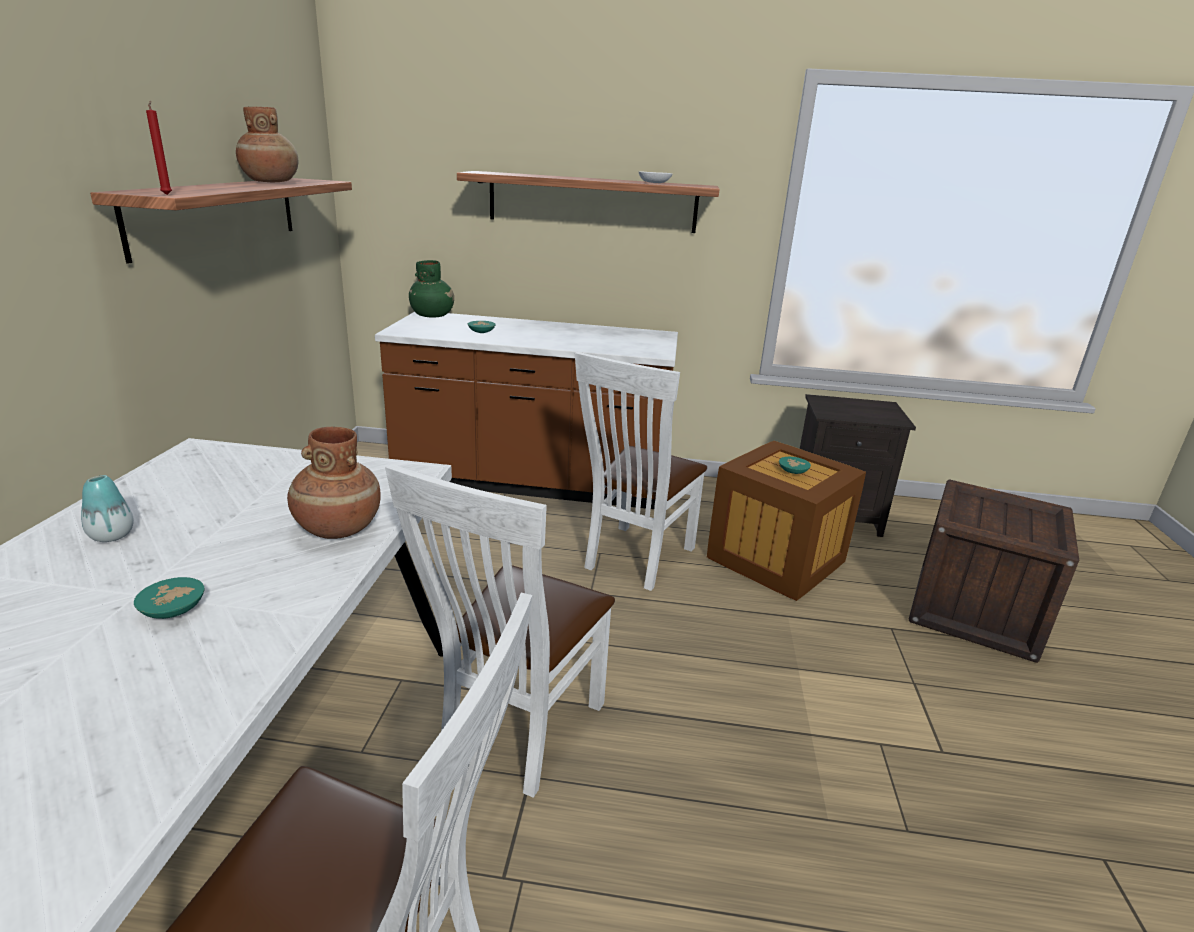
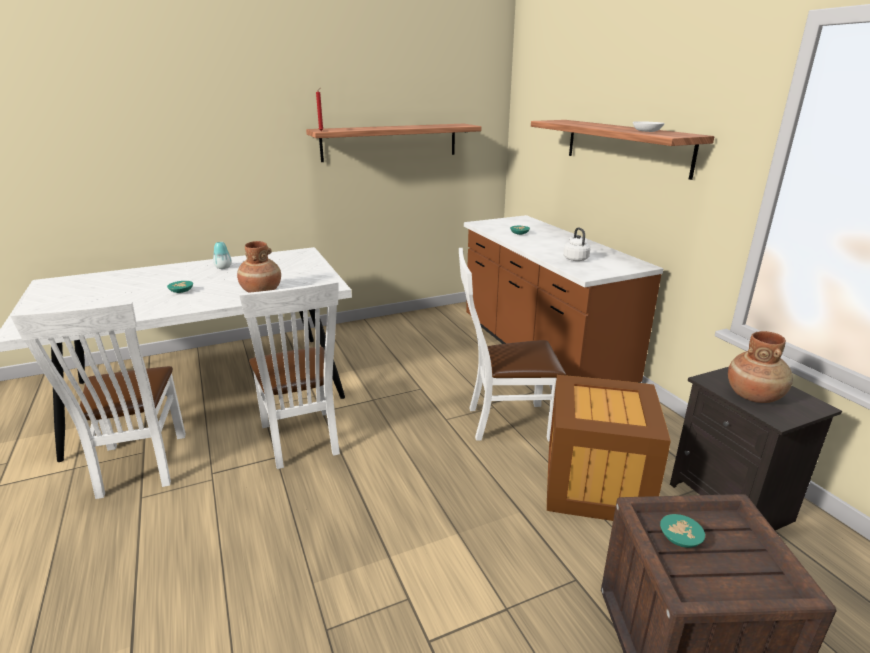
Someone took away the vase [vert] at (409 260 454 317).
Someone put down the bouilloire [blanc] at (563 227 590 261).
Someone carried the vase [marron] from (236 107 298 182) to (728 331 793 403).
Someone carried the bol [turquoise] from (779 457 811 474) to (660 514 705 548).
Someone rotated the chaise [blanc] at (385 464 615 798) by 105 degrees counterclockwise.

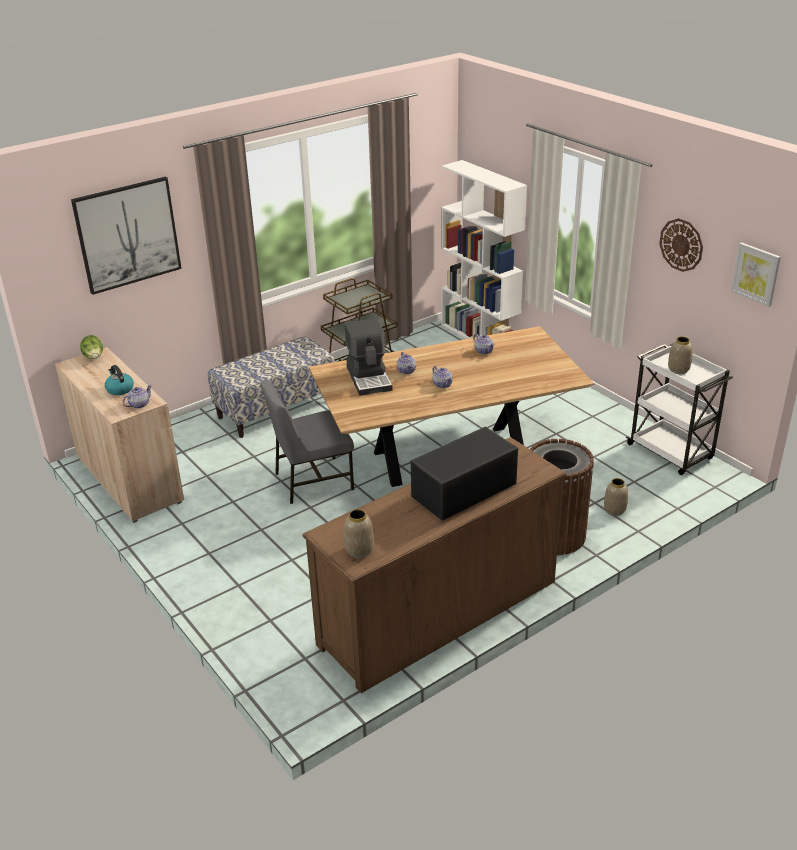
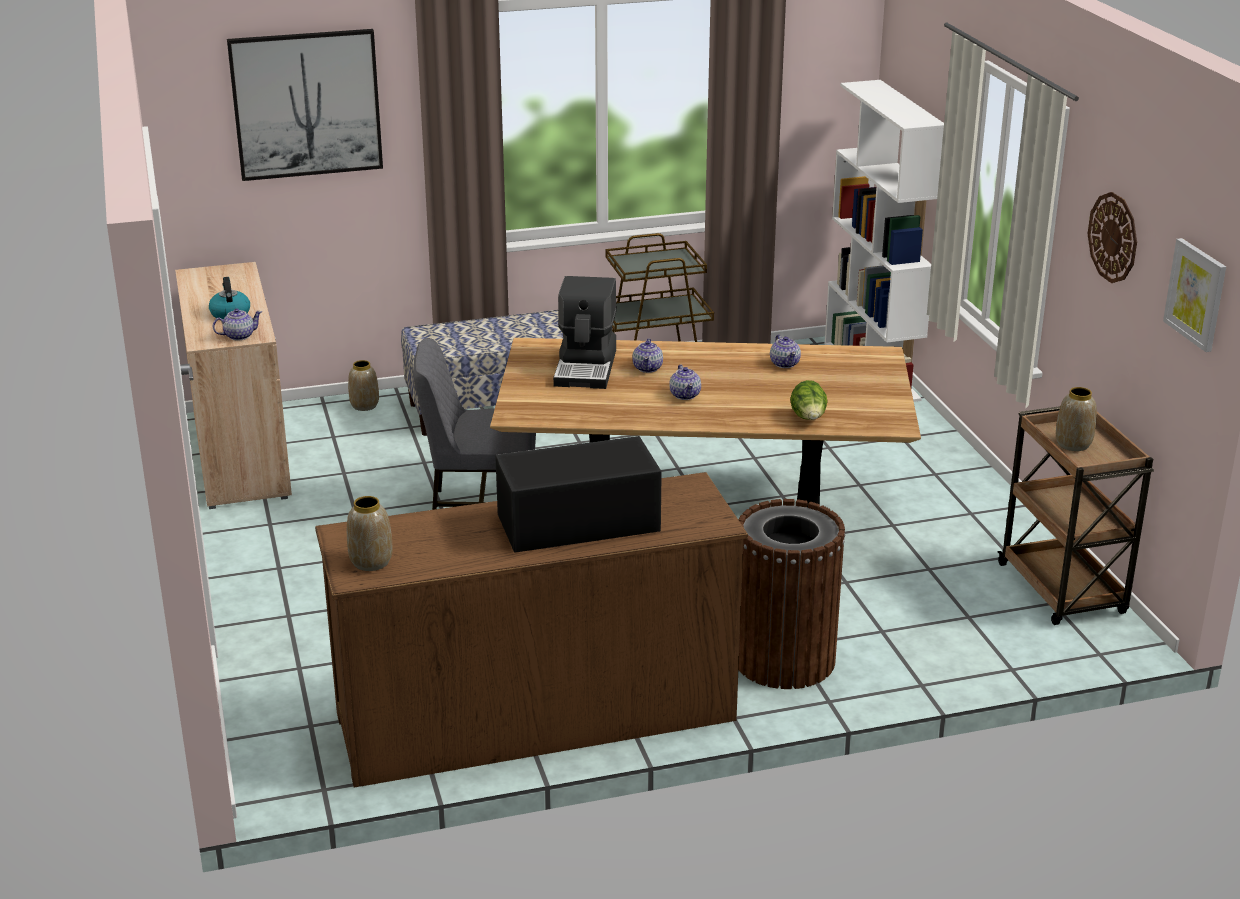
Someone carried the laitue from (80 335 103 359) to (790 380 828 420).
Someone carried the vase from (604 478 628 516) to (348 360 379 411).
Someone repainted the chariot [blanc] at (626 343 733 475), which became the chariot [marron] at (997 406 1154 625).

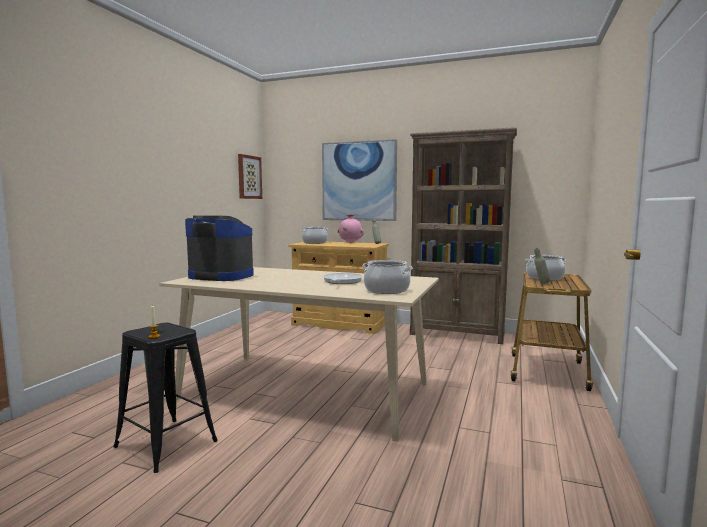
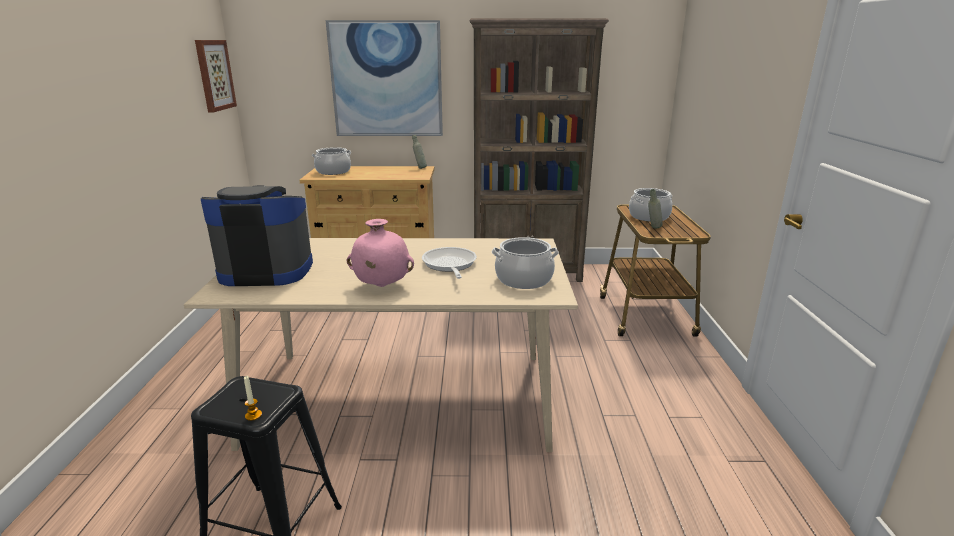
Someone carried the vase [rose] from (338 214 364 243) to (347 219 414 287).

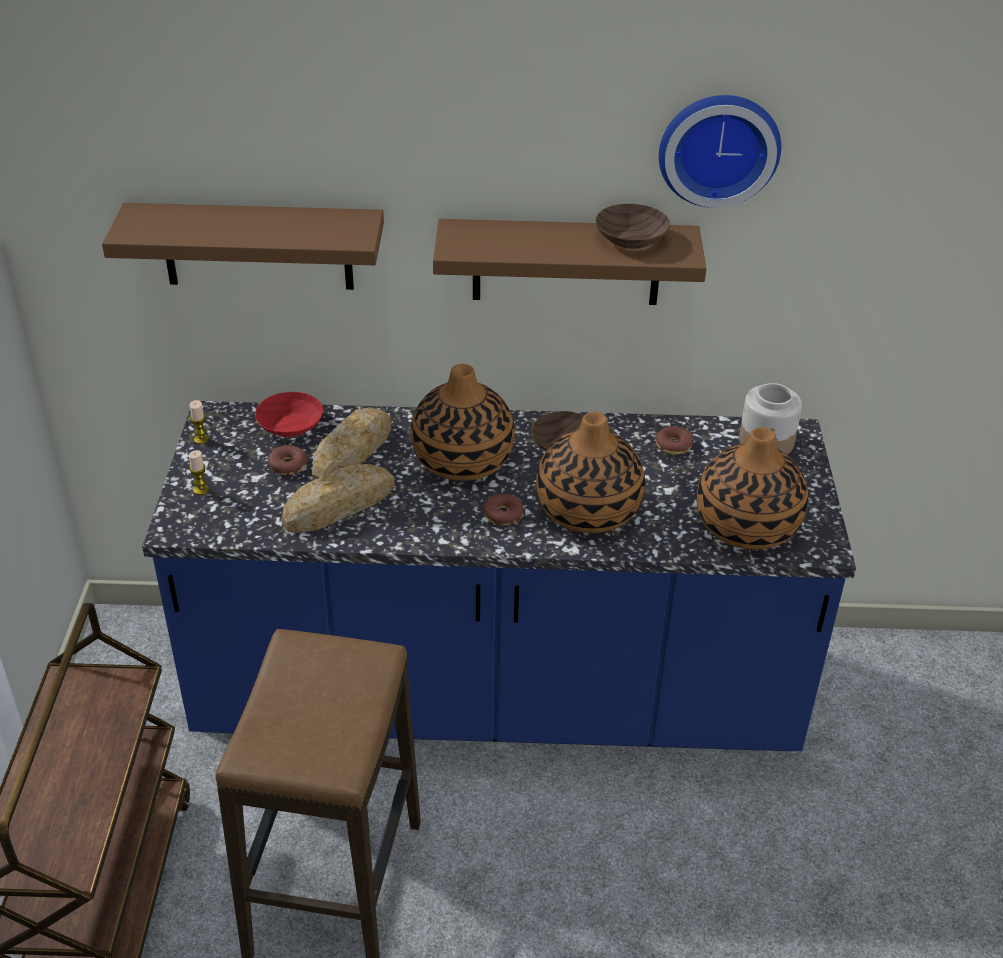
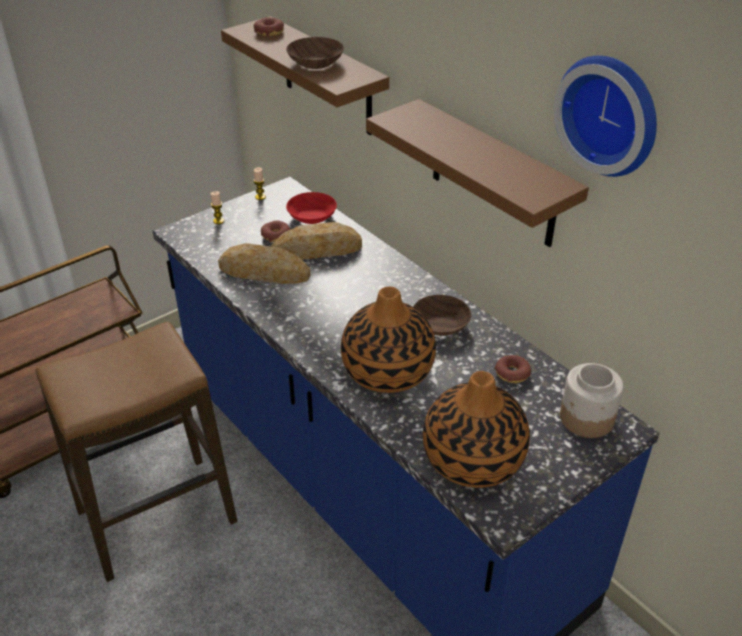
Someone took away the vase at (411 364 515 481).
Someone carried the beignet from (483 494 524 525) to (254 17 284 37).
Someone carried the bol [marron] from (595 204 670 249) to (286 37 344 69).

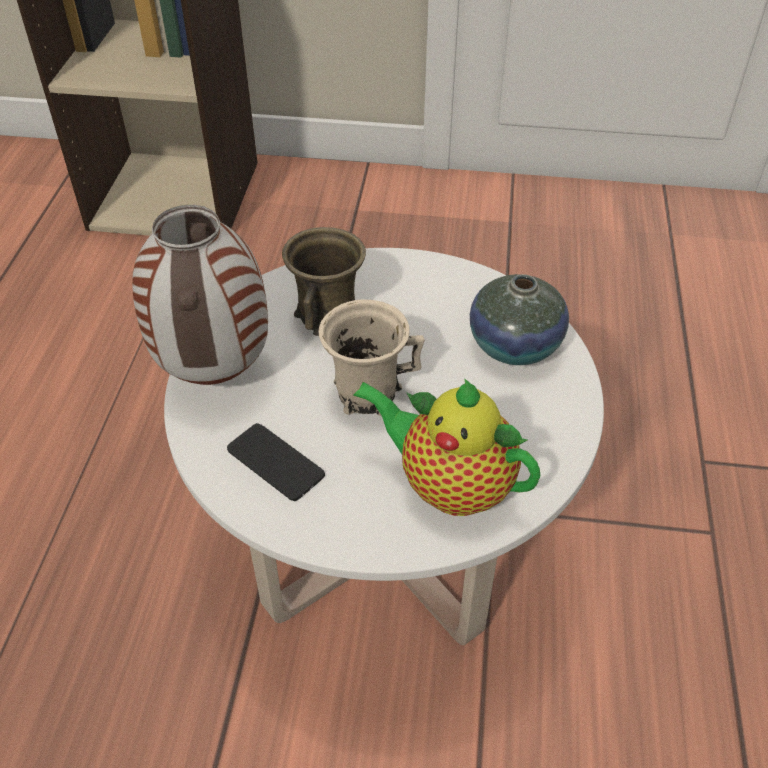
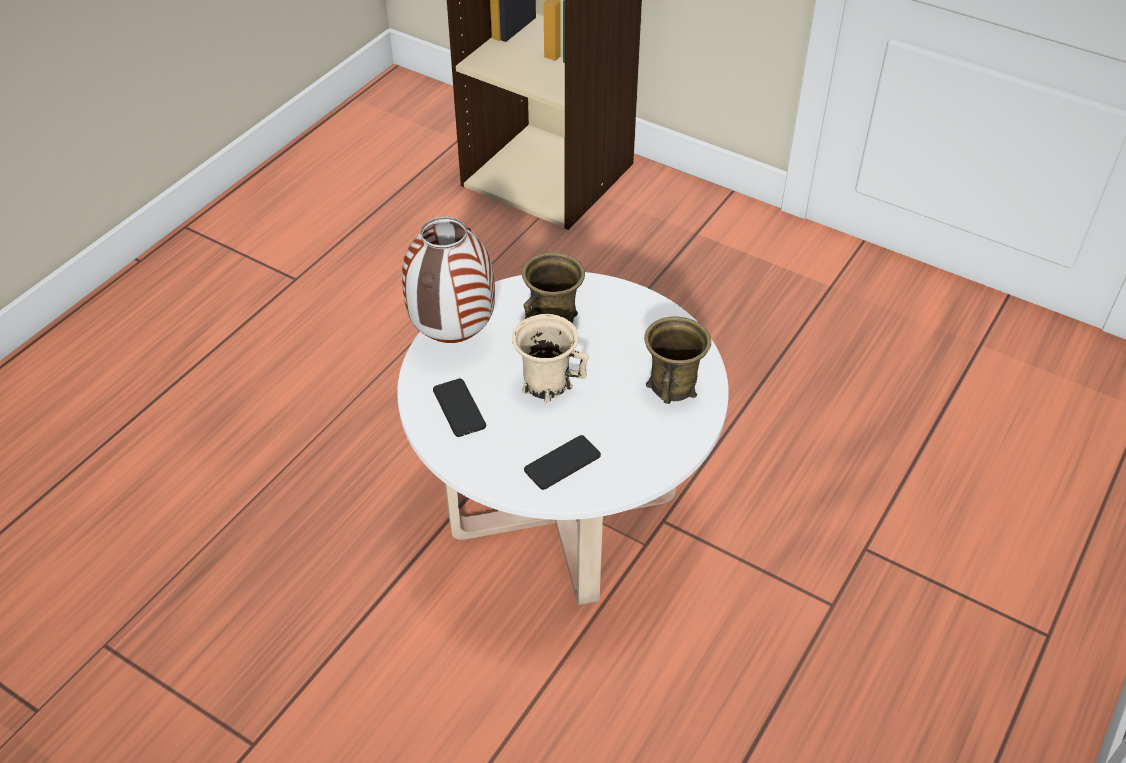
Someone swapped the théière at (353 378 540 516) for the téléphone at (524 435 601 490).
Someone swapped the vase at (470 274 569 365) for the mug [marron] at (644 317 711 404).

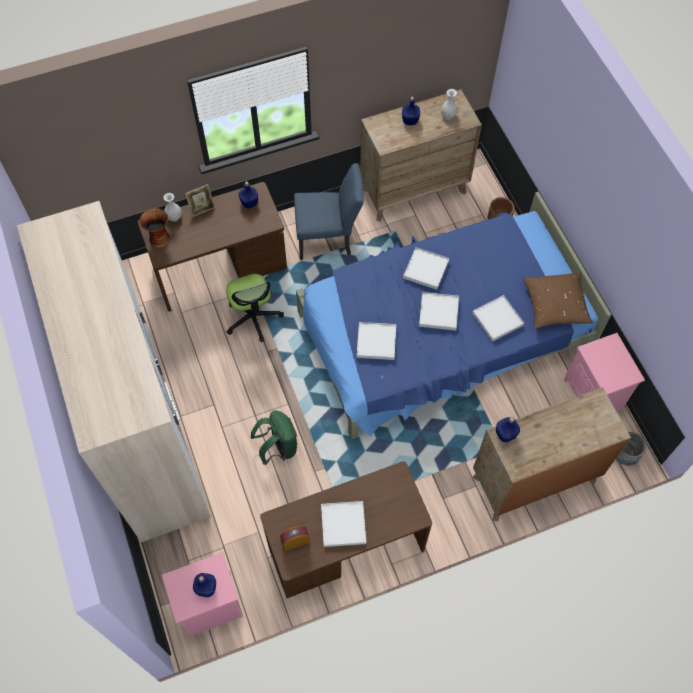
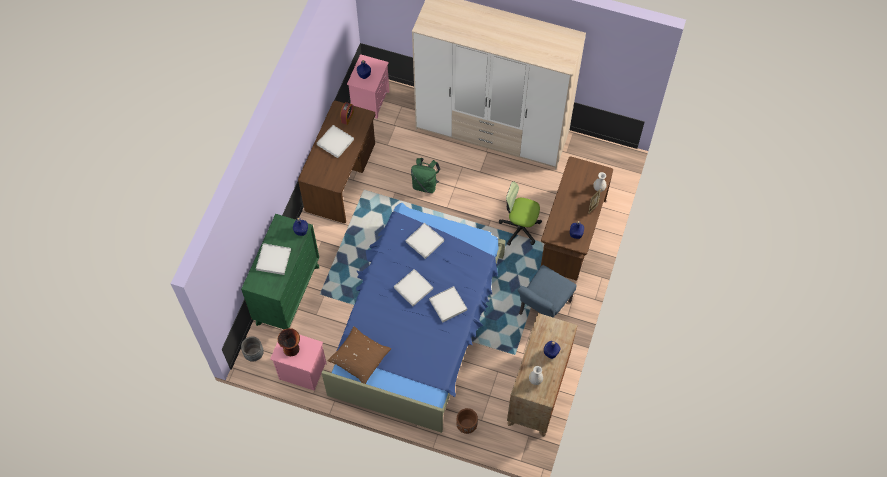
Someone carried the vase from (139 208 170 248) to (278 328 300 356).
Someone carried the plateau [blanc] from (472 295 524 342) to (256 243 291 275).
Someone repainted the commode [marron] at (472 387 631 522), which became the commode [vert] at (241 214 319 329).

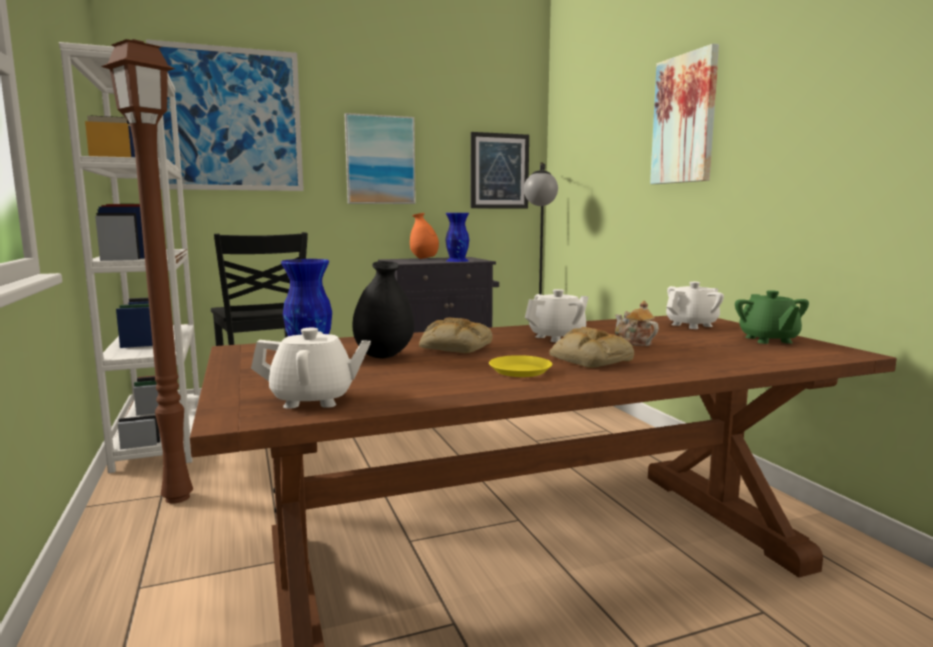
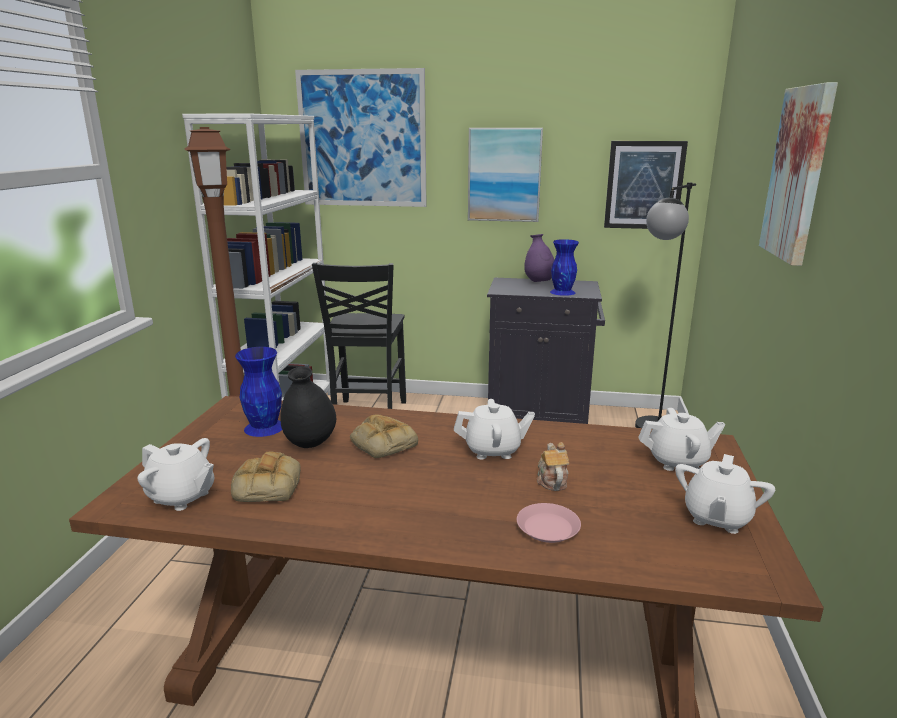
Someone took away the assiette [jaune] at (489 355 552 377).
Someone put down the assiette [rose] at (517 503 581 543).
Someone carried the pain from (549 327 634 368) to (231 452 301 502).
Someone repainted the vase [orange] at (410 213 439 259), which became the vase [violet] at (524 234 554 282).
Someone repainted the théière [vert] at (735 290 809 344), which became the théière [blanc] at (675 454 775 534).

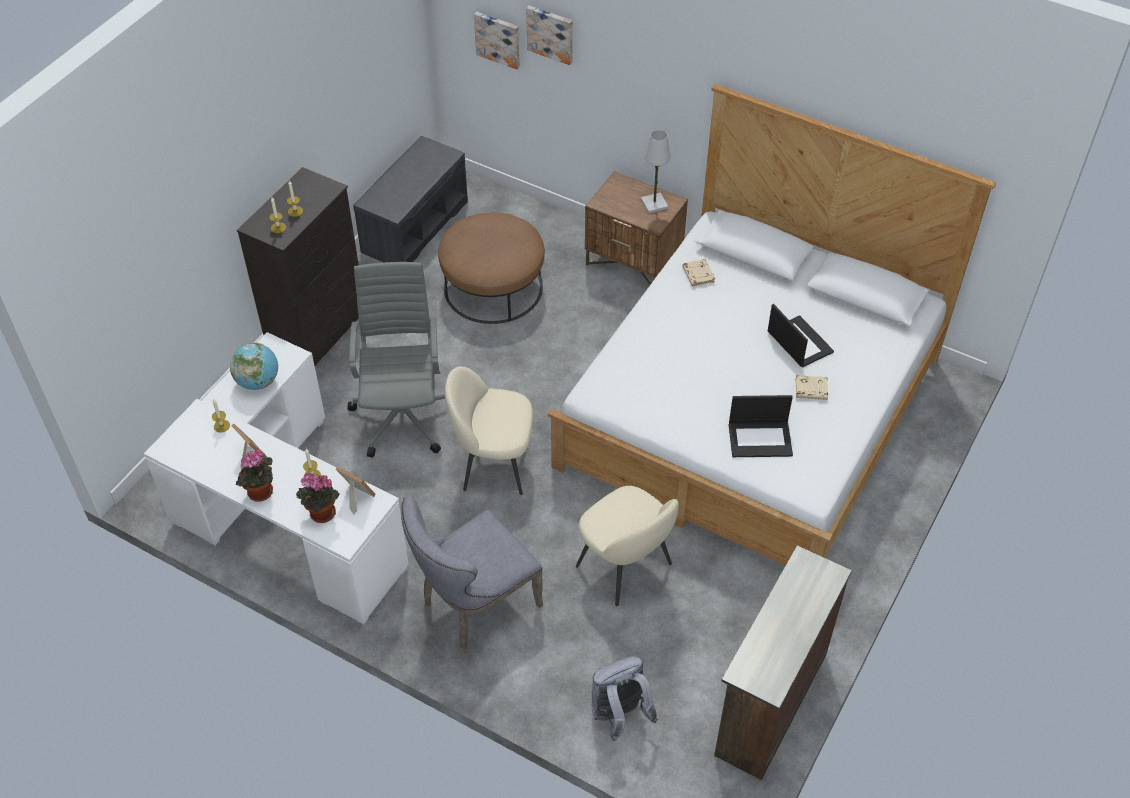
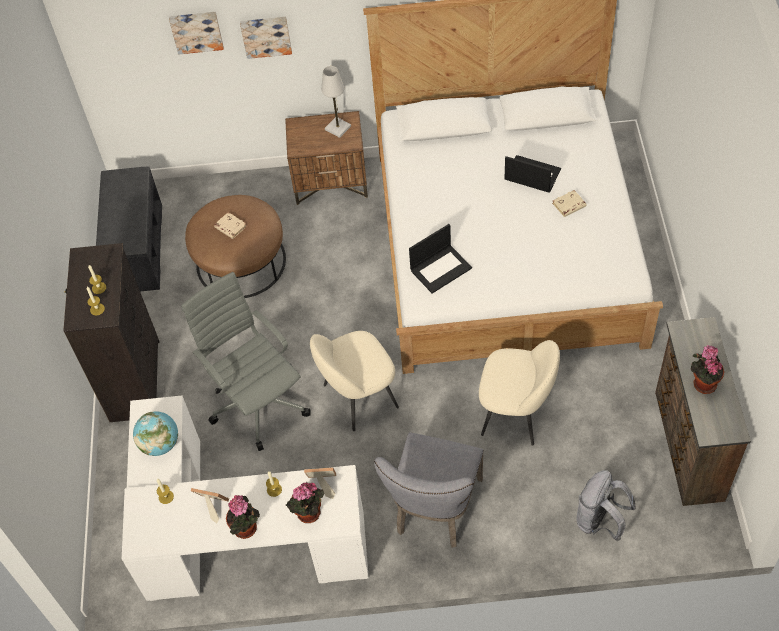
Someone put down the plante en pot at (691 345 724 394).
Someone carried the tableau from (474 12 520 69) to (240 17 292 59).
Someone carried the livre [beige] from (682 259 715 287) to (214 212 247 239).
Someone carried the ordinateur portable from (729 395 793 457) to (409 224 472 294).

